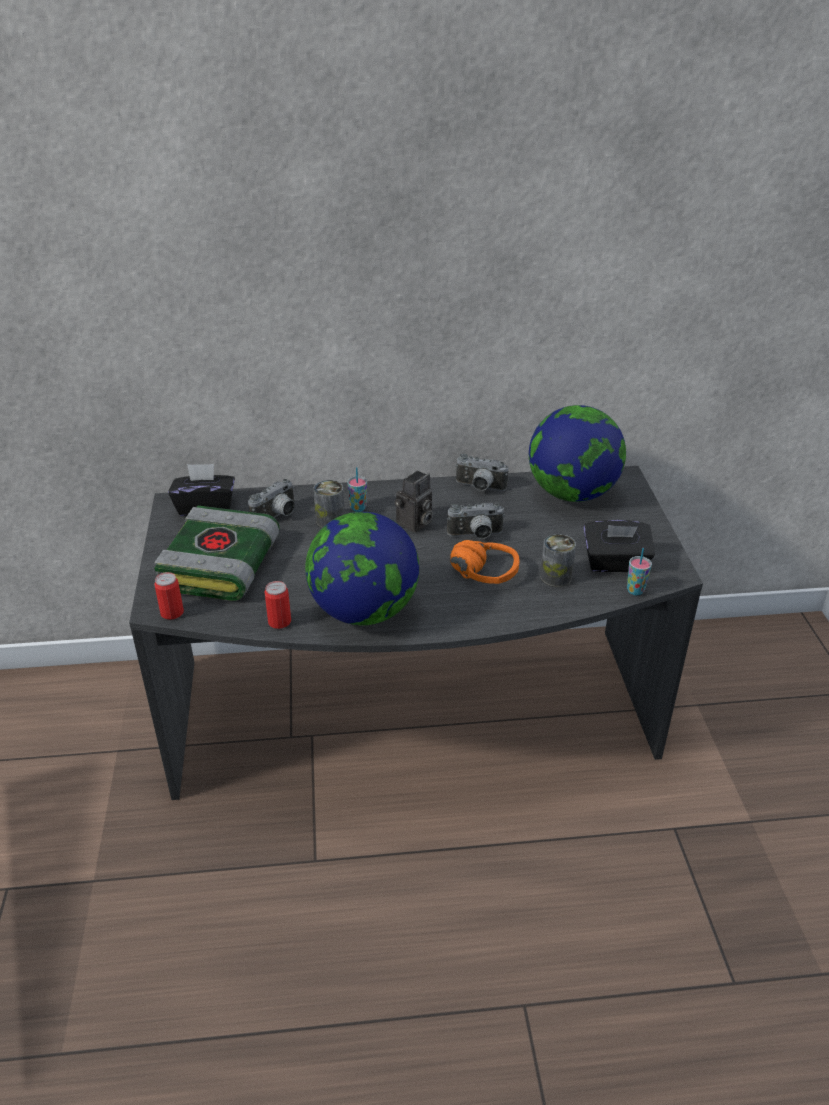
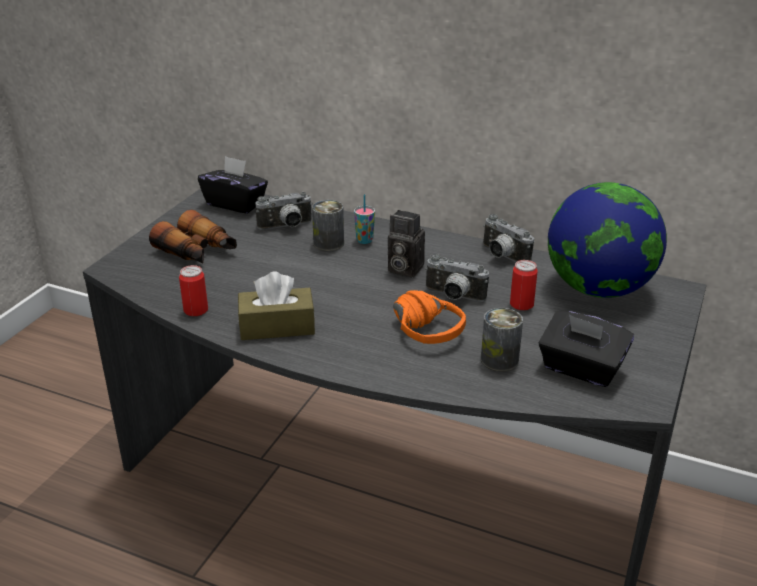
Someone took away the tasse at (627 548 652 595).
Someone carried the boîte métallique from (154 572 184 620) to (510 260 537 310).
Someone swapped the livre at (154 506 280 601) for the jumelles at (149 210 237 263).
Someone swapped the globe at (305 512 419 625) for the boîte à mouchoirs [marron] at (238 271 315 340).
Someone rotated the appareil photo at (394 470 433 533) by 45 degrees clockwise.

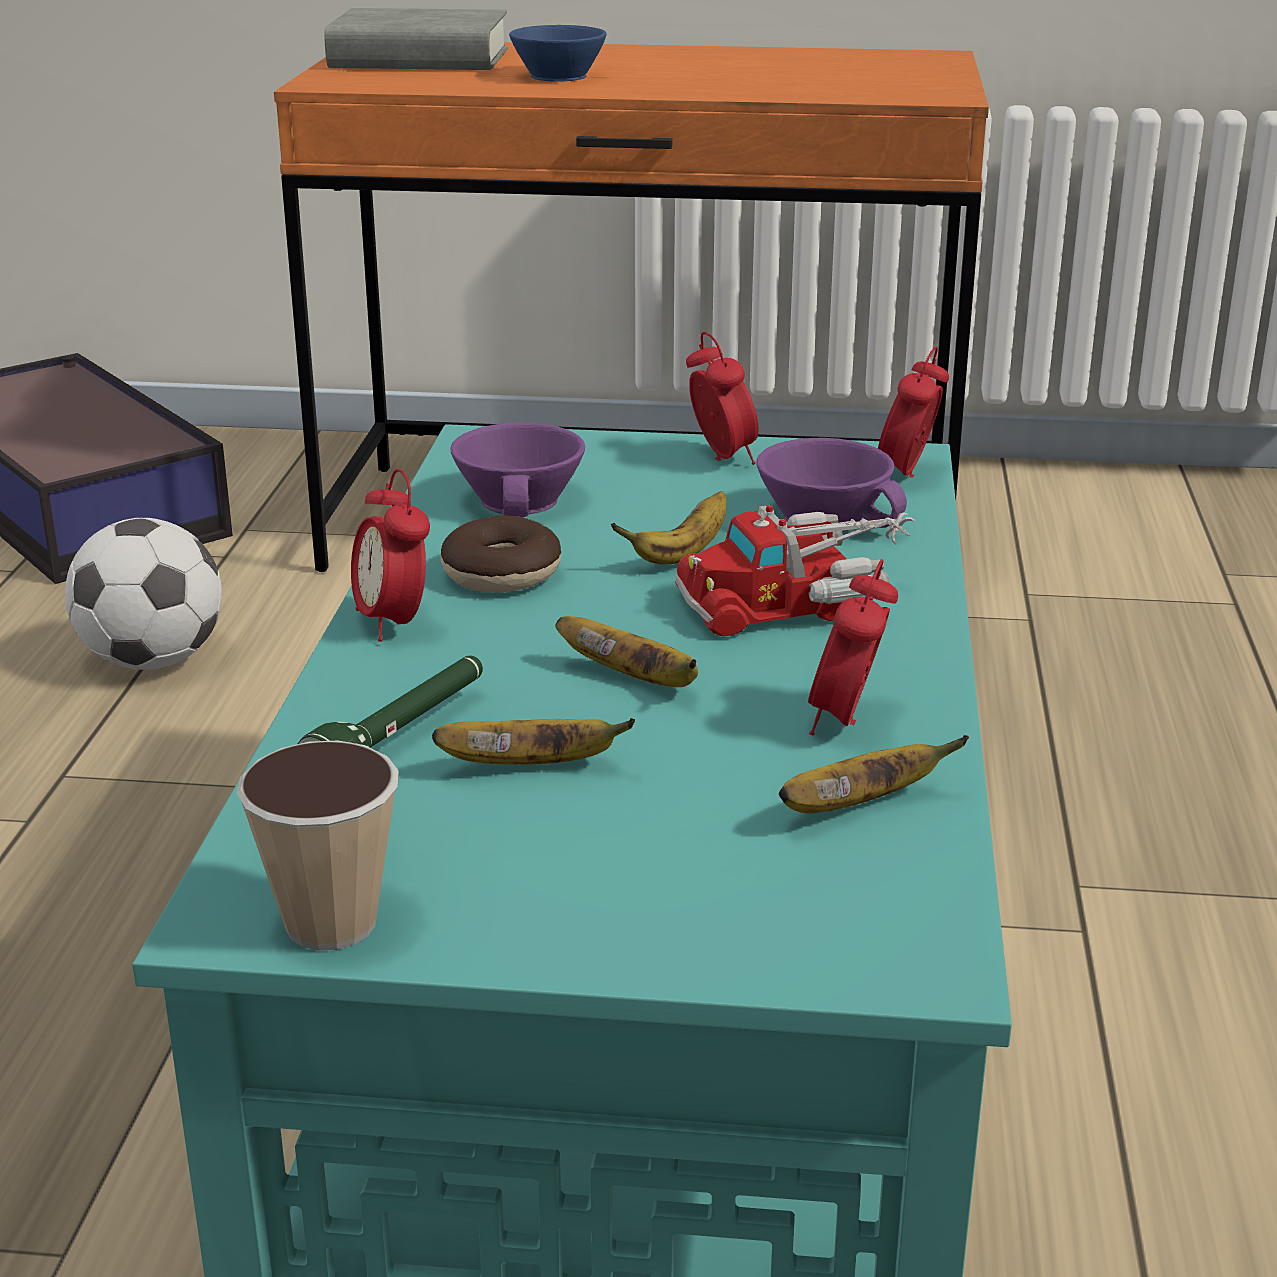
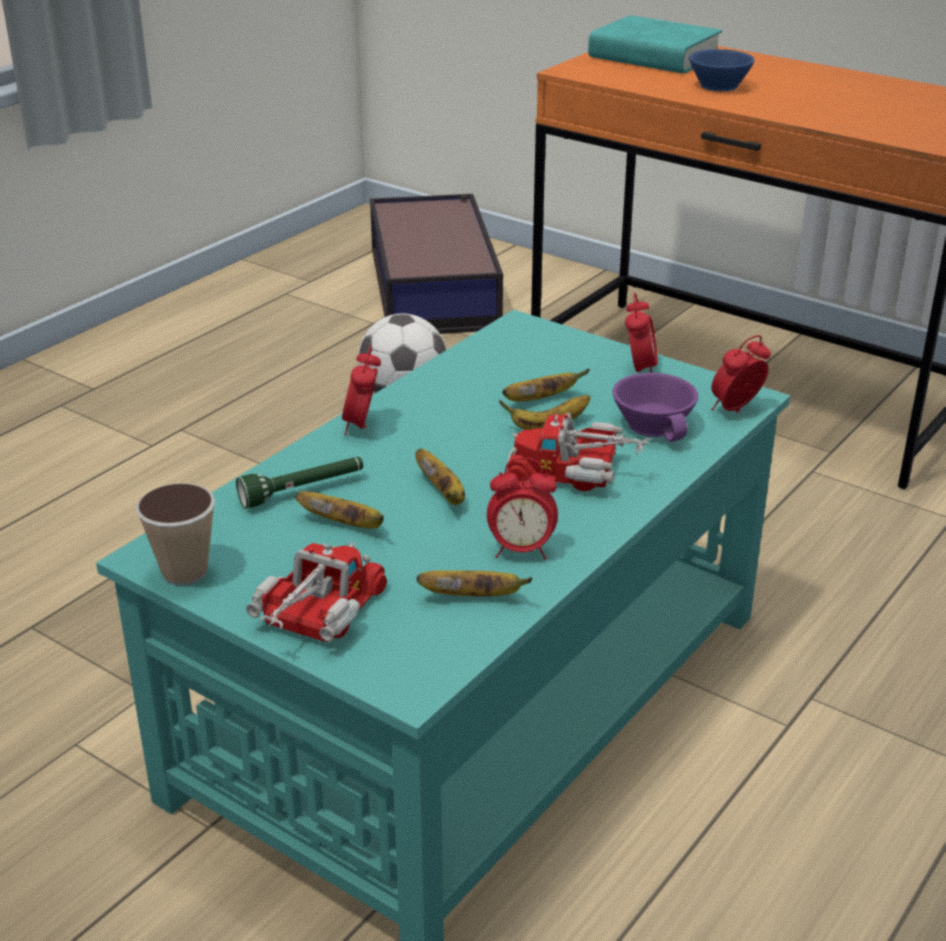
Someone took away the beignet at (441 516 561 593).
Someone took away the tasse [violet] at (450 423 585 517).
Someone put down the camion jouet at (246 542 387 642).
Someone put down the banane at (502 369 590 402).
Someone repainted the livre [gris] at (324 8 508 70), which became the livre [turquoise] at (588 15 722 74).
Someone rotated the réveil at (808 559 898 735) by 135 degrees counterclockwise.

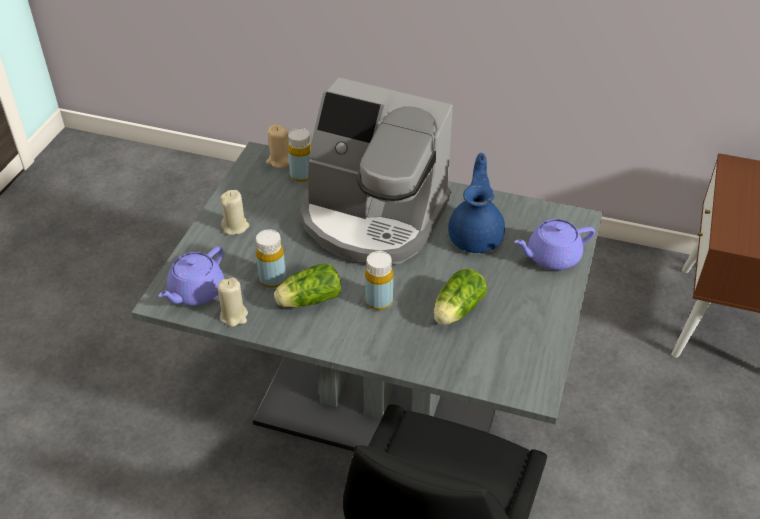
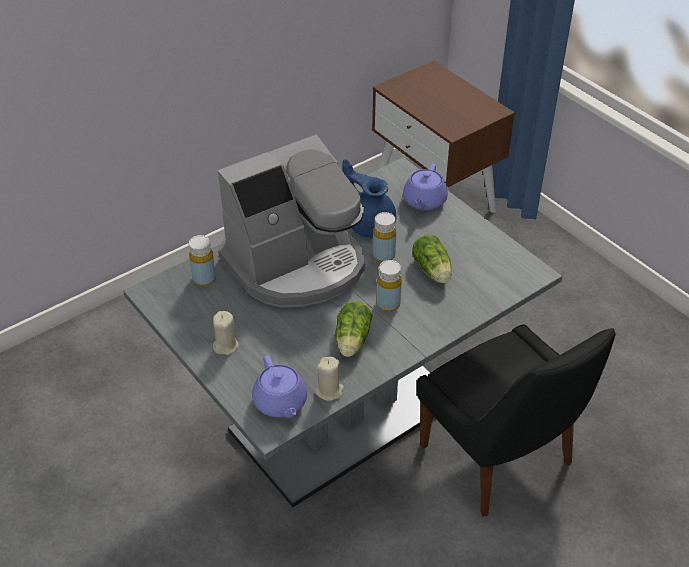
Someone took away the bougie [beige] at (266 124 289 168).
Someone carried the bouteille [jaune] from (256 229 286 288) to (373 212 396 262).

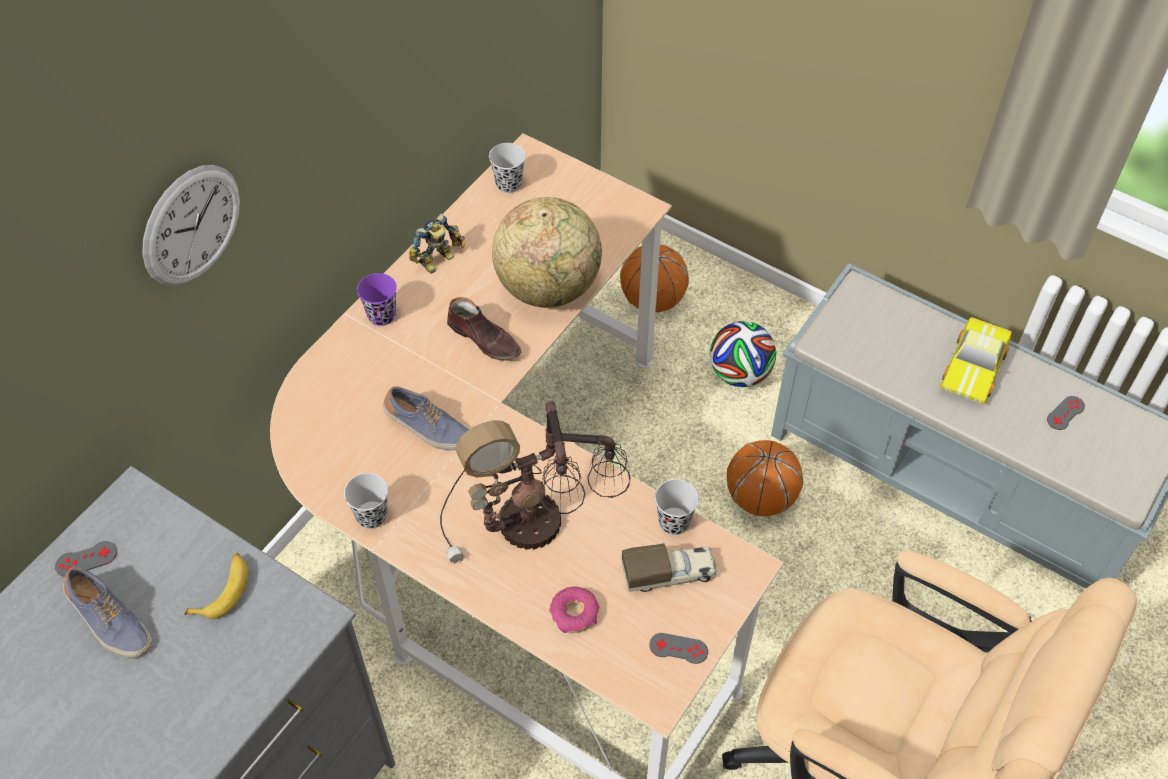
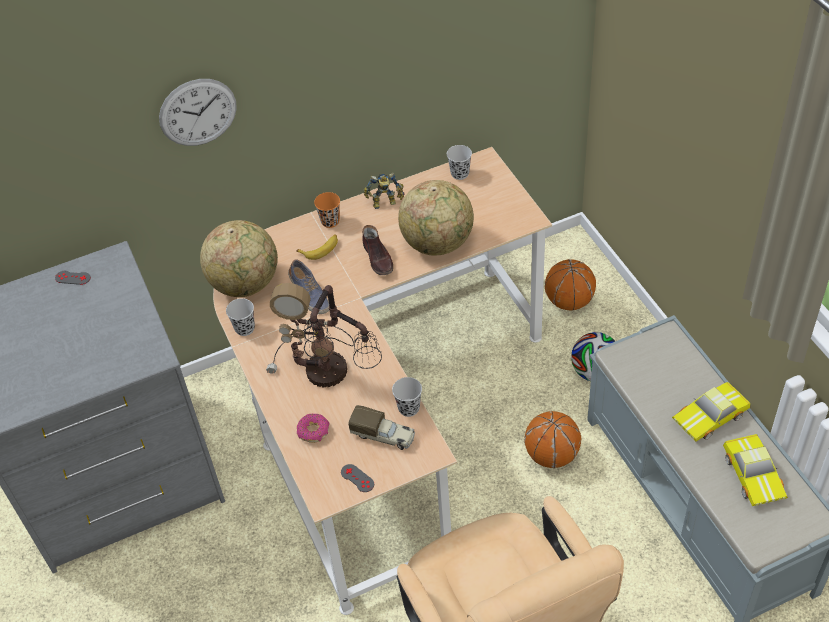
Someone took away the chaussure at (63 567 152 659).
Someone put down the globe at (200 220 278 297).
Someone carried the banane from (185 553 248 619) to (296 234 338 260).
Someone swapped the manette [gris] at (1047 396 1085 430) for the petite voiture at (723 434 788 506).
Someone repainted the tasse [violet] at (357 273 397 326), which became the tasse [orange] at (314 192 340 228).

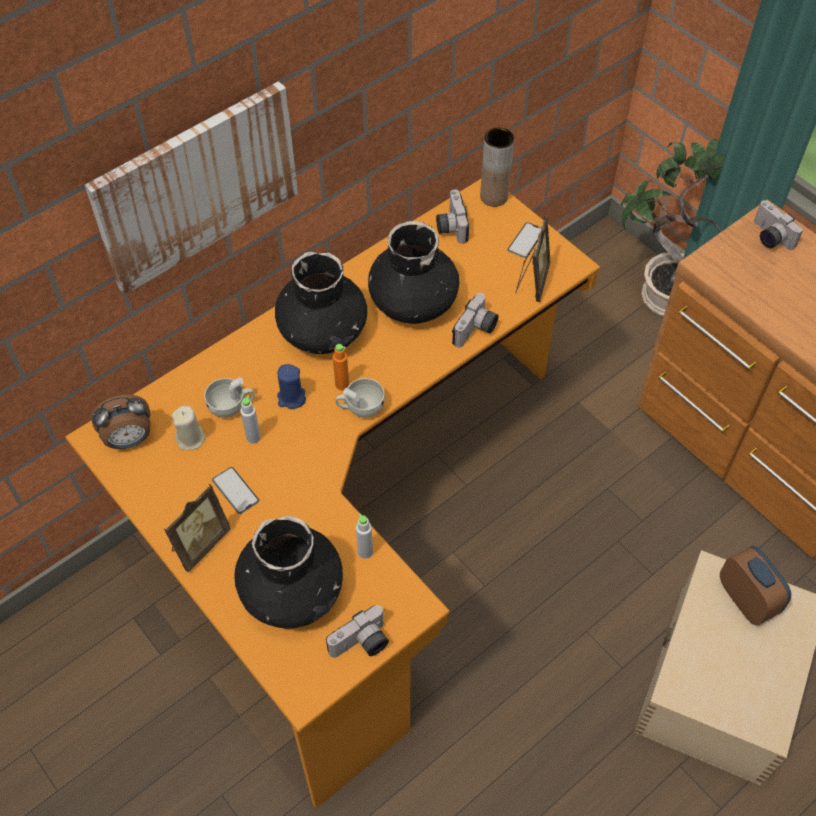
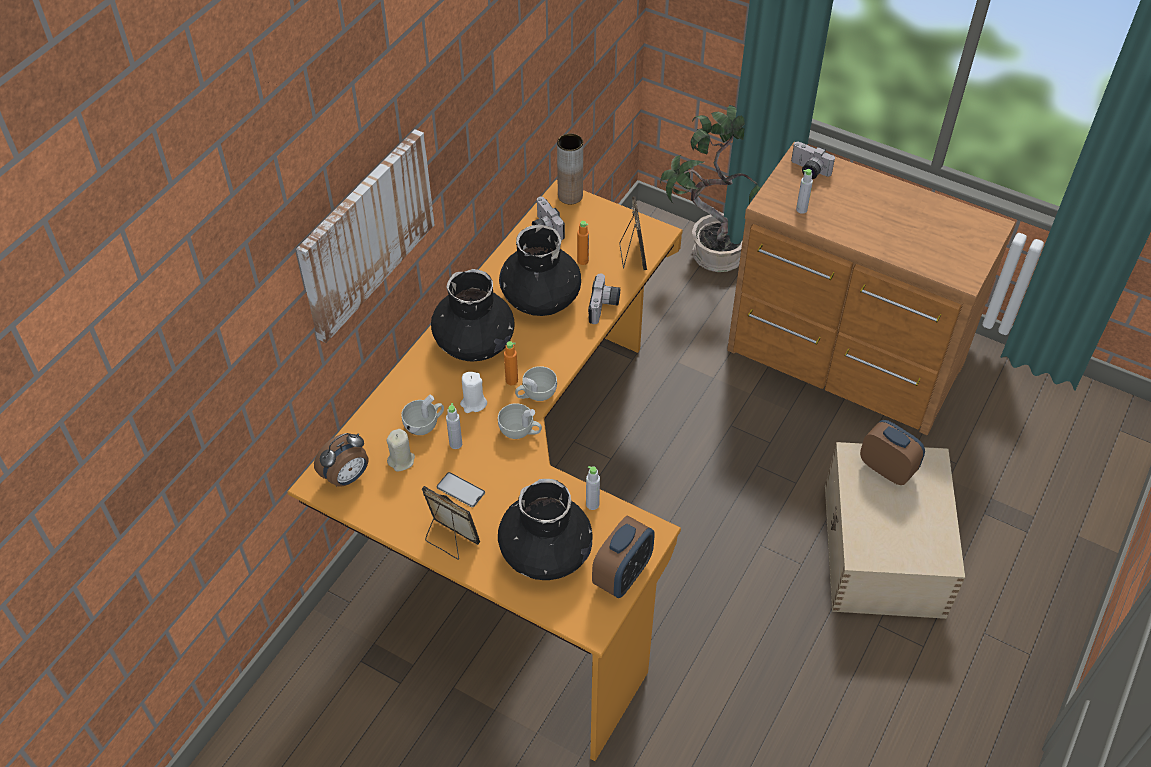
Someone took away the téléphone at (507 222 541 258).
Someone put down the tasse [blanc] at (498 403 542 439).
Someone put down the bouteille [orange] at (577 221 589 265).
Someone put down the bouteille [gris] at (796 169 813 214).
Someone swapped the appareil photo at (326 605 389 658) for the réveil at (592 516 655 598).
Someone repainted the bougie [bleu] at (277 364 306 409), which became the bougie [blanc] at (460 372 487 413).
Someone rotated the cadre photo at (164 484 231 573) by 75 degrees counterclockwise.

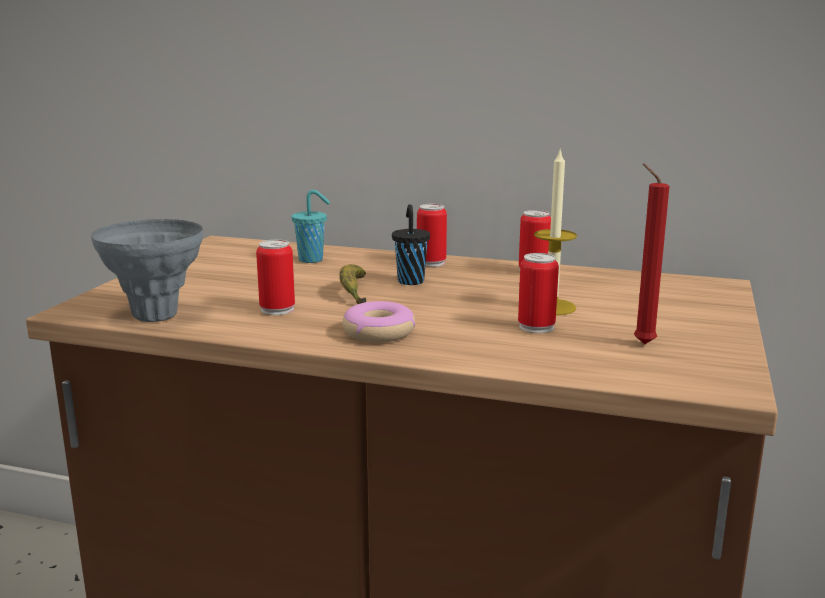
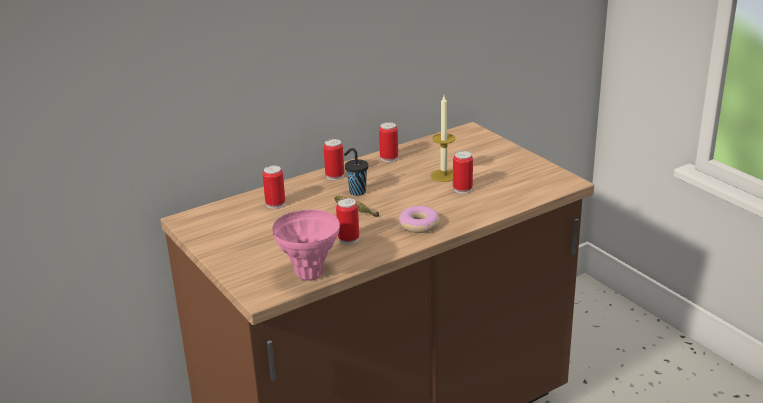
Someone took away the bougie [rouge] at (634 163 669 344).
Someone swapped the tasse [turquoise] at (291 190 330 263) for the boîte métallique at (263 165 285 209).
Someone repainted the vase [gris] at (91 219 203 322), which became the vase [rose] at (272 210 340 280).

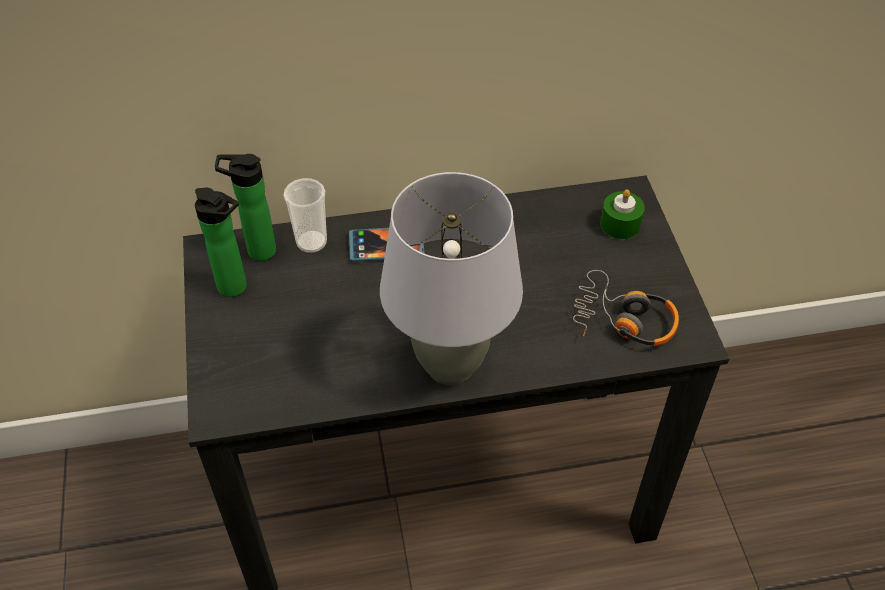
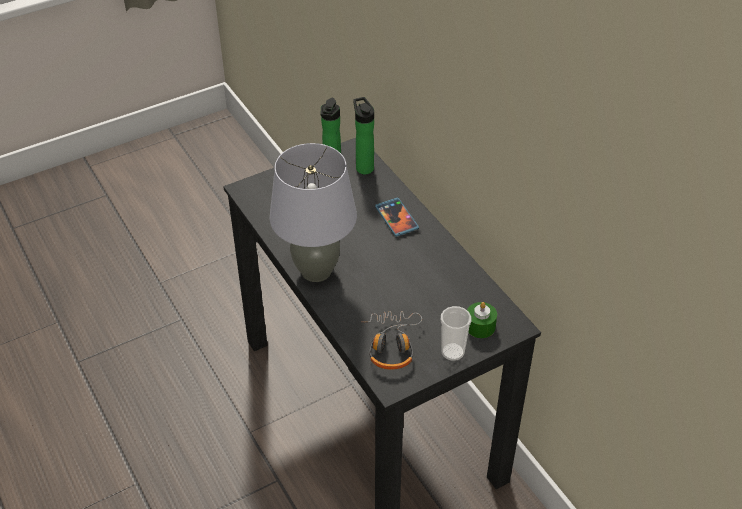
Someone carried the tasse from (283 178 327 253) to (441 306 471 361).

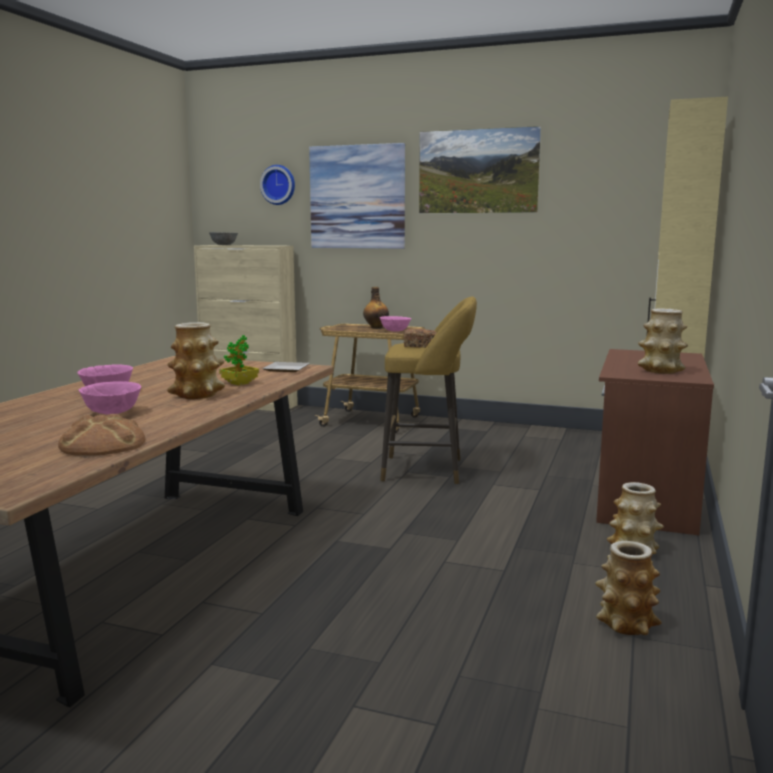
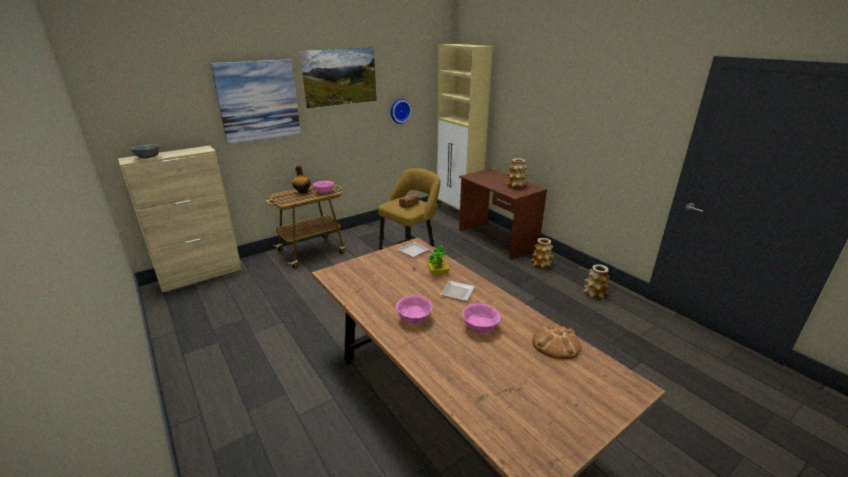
Someone carried the horloge murale from (260 165 295 205) to (391 99 412 124).
Someone swapped the vase at (167 322 225 399) for the assiette at (440 281 475 301).

